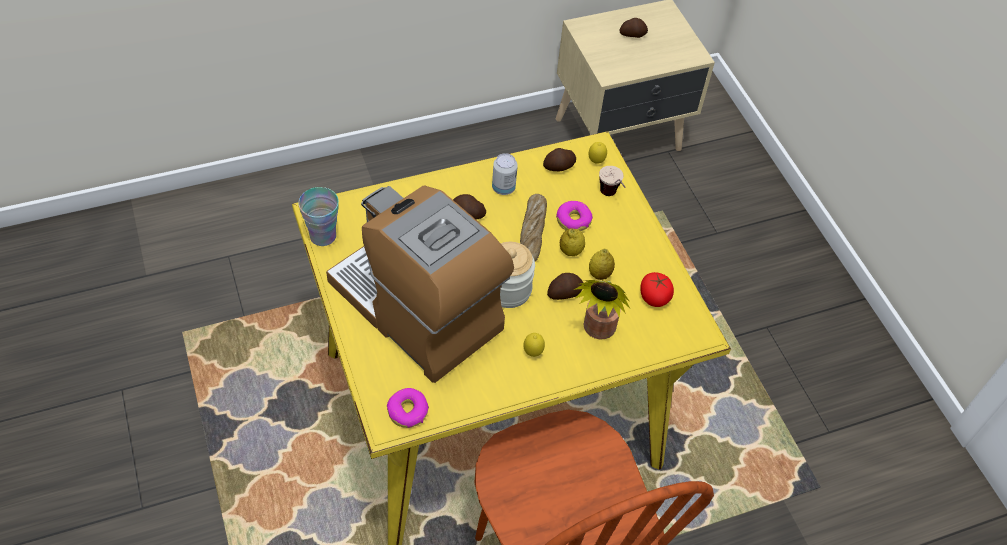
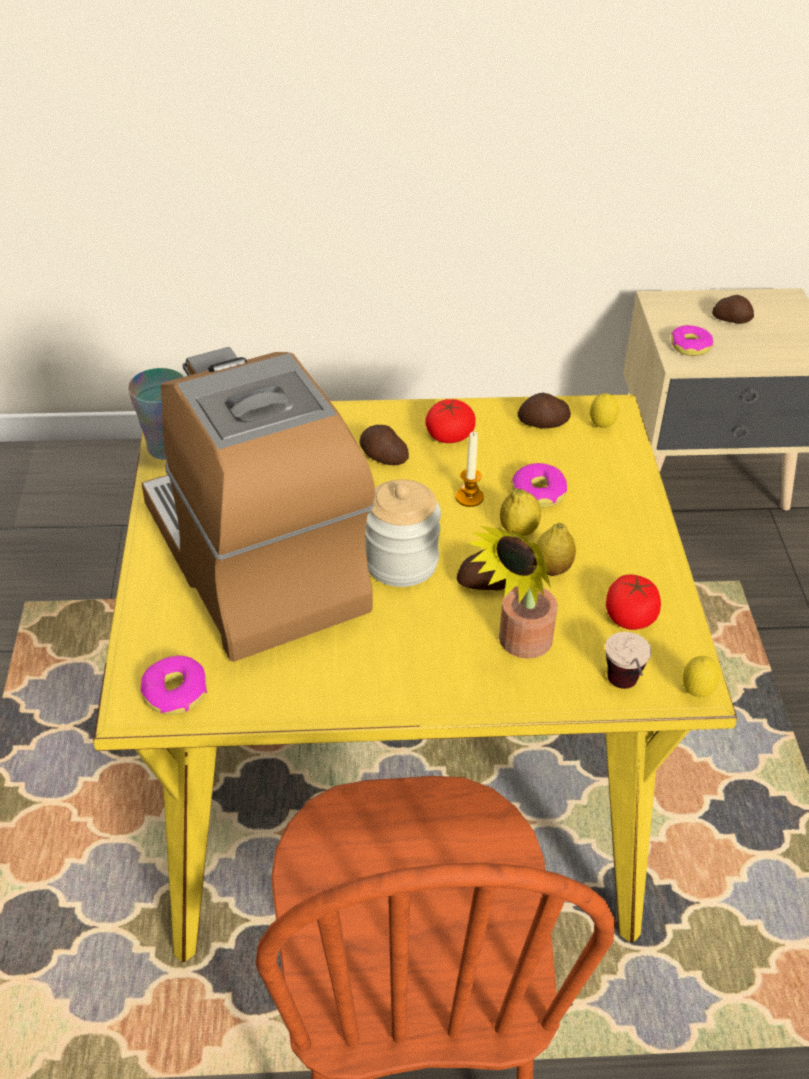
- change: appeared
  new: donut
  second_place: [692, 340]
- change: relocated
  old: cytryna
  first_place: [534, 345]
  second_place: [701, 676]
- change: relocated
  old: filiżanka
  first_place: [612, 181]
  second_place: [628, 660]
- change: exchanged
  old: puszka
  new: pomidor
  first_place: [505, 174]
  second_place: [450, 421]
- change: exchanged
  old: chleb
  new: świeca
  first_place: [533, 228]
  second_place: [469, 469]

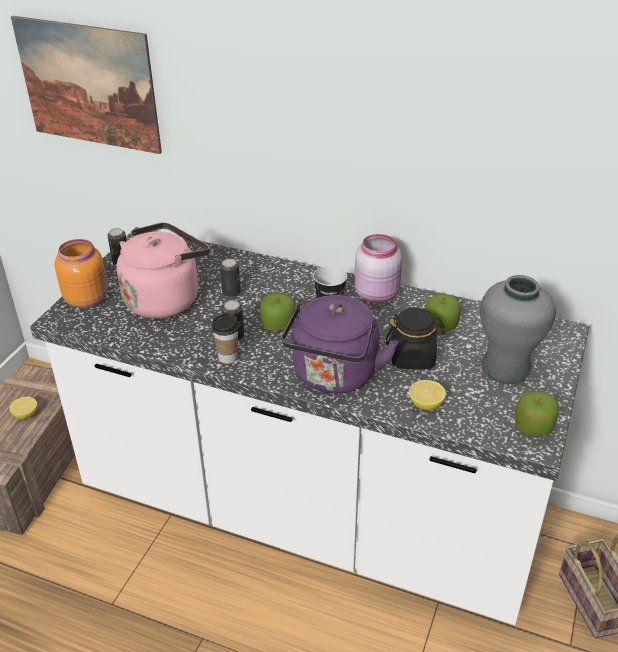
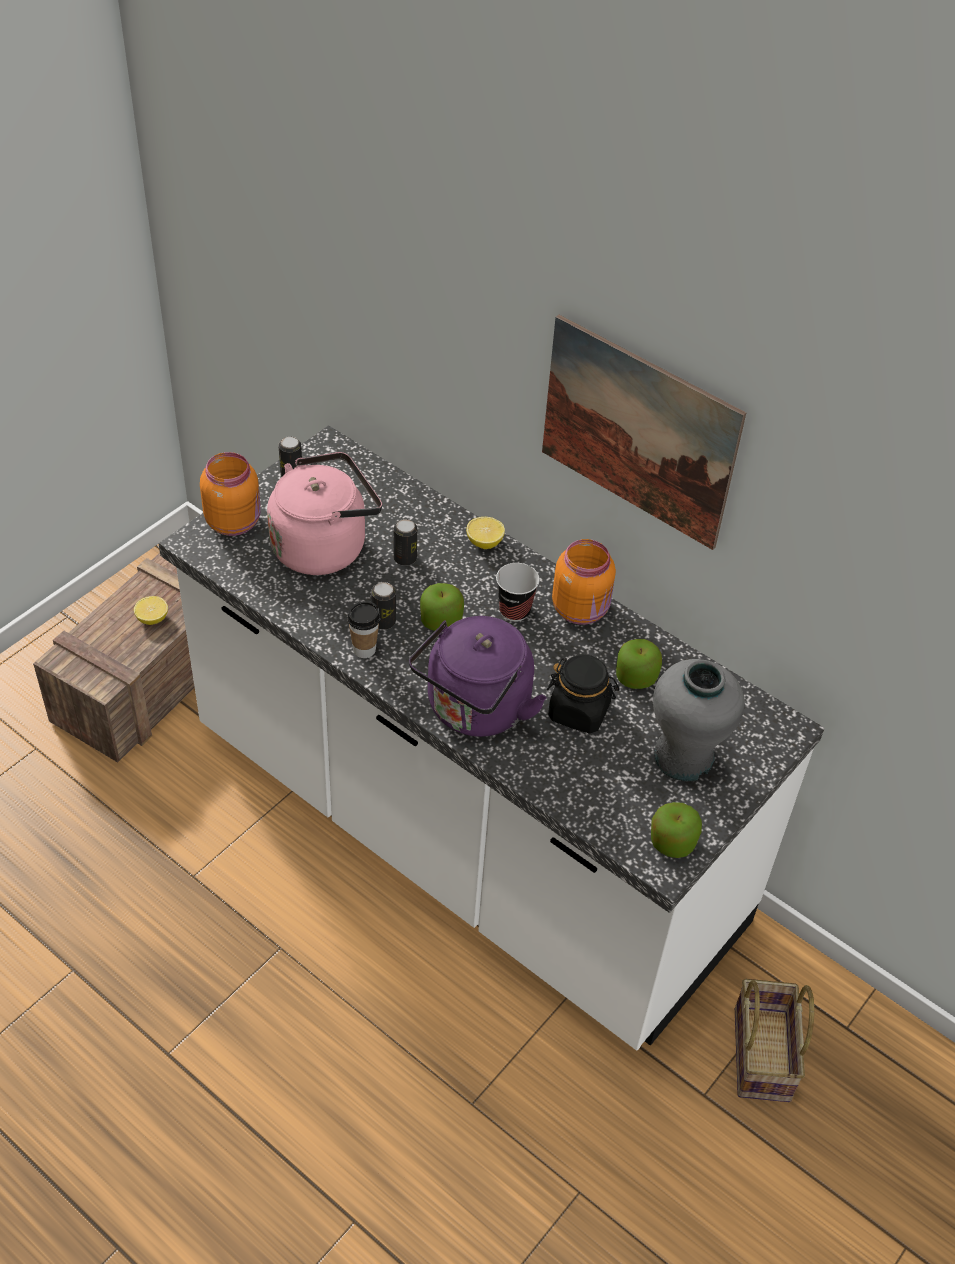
- change: relocated
  old: obraz
  first_place: [86, 85]
  second_place: [644, 432]
- change: relocated
  old: cytryna
  first_place: [427, 395]
  second_place: [485, 533]
- change: colour
  old: słoik (różowy)
  new: słoik (pomarańczowy)
  first_place: [378, 268]
  second_place: [584, 582]

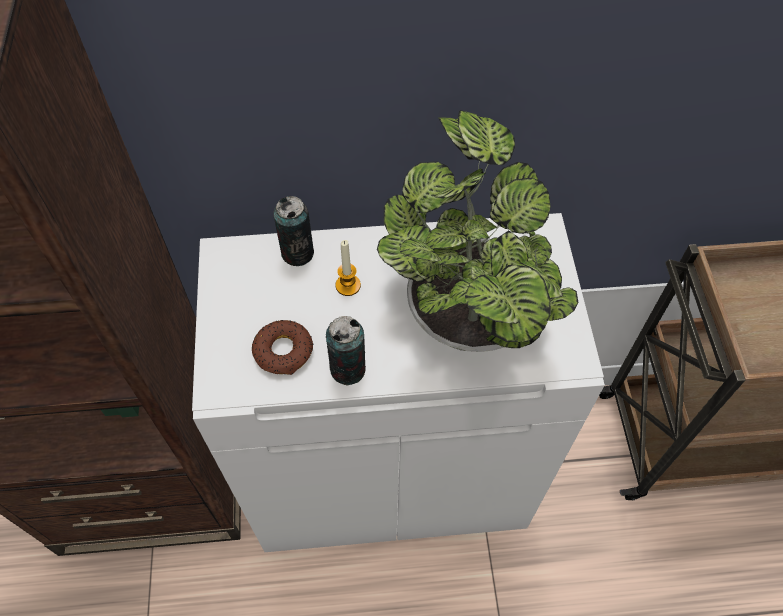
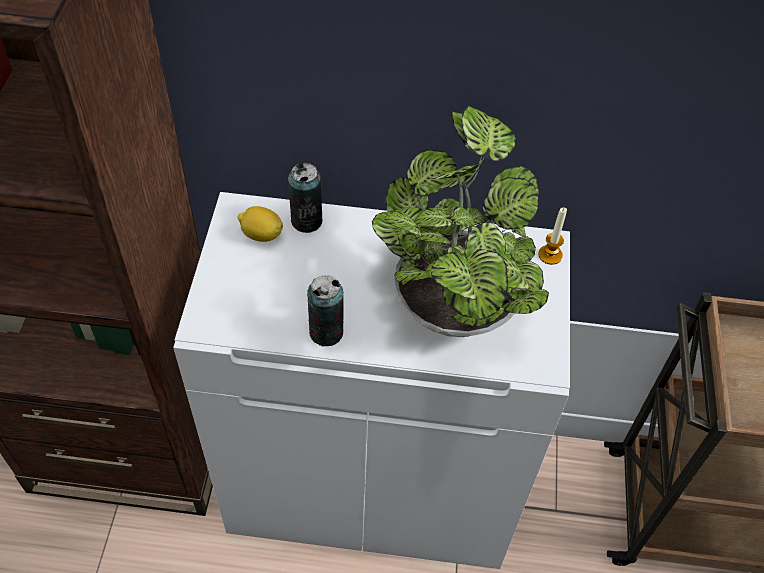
- change: missing
  old: donut
  first_place: [282, 347]
- change: appeared
  new: cytryna
  second_place: [260, 224]
- change: relocated
  old: świeca
  first_place: [348, 268]
  second_place: [552, 236]

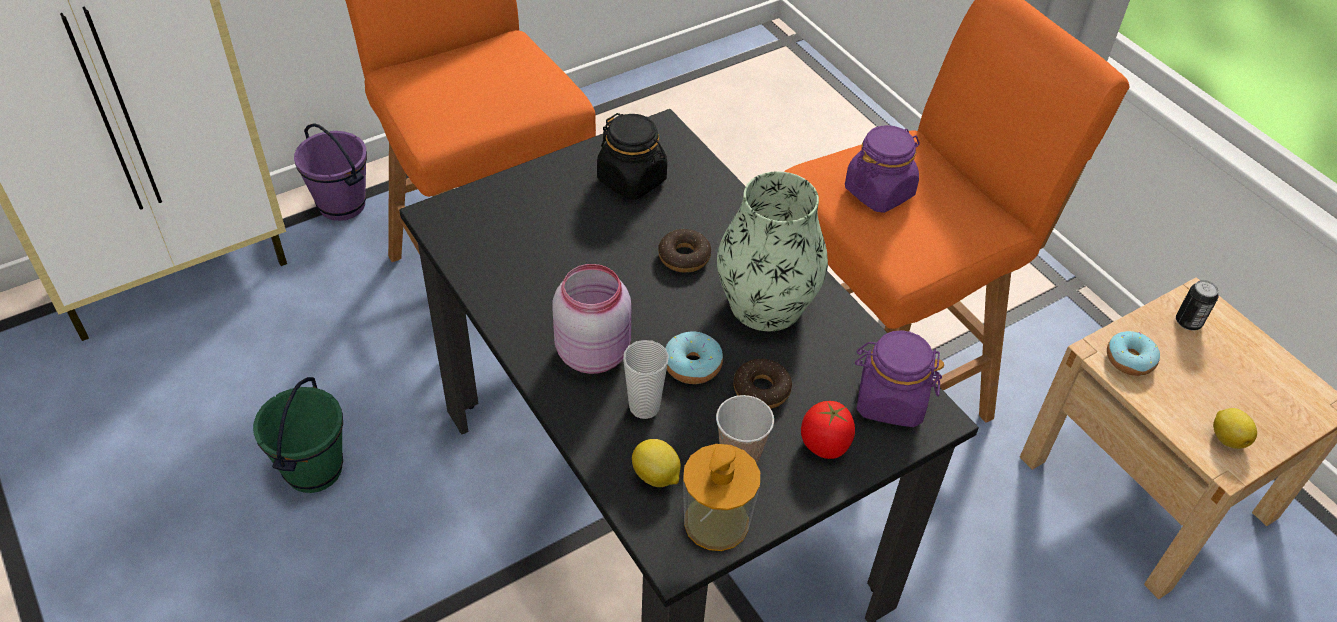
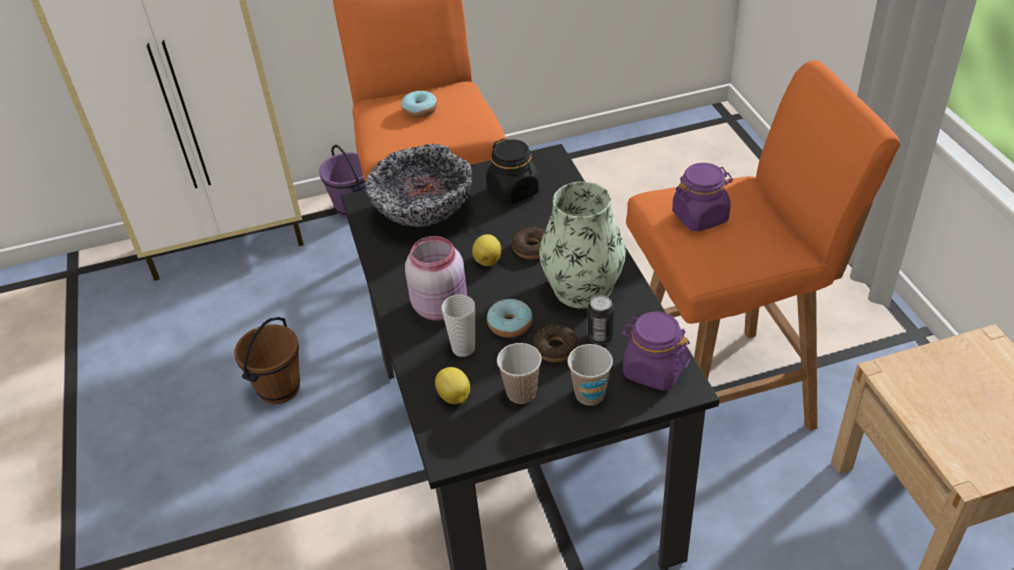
- change: missing
  old: dozownik mydła
  first_place: [721, 497]
- change: appeared
  new: miska
  second_place: [419, 185]
- change: relocated
  old: donut
  first_place: [1133, 353]
  second_place: [419, 104]
- change: relocated
  old: puszka
  first_place: [1197, 305]
  second_place: [601, 319]
- change: relocated
  old: cytryna
  first_place: [1235, 428]
  second_place: [486, 250]
- change: exchanged
  old: pomidor
  new: filiżanka
  first_place: [828, 430]
  second_place: [590, 374]
- change: colour
  old: wiadro (zielony)
  new: wiadro (brązowy)
  first_place: [298, 435]
  second_place: [267, 360]

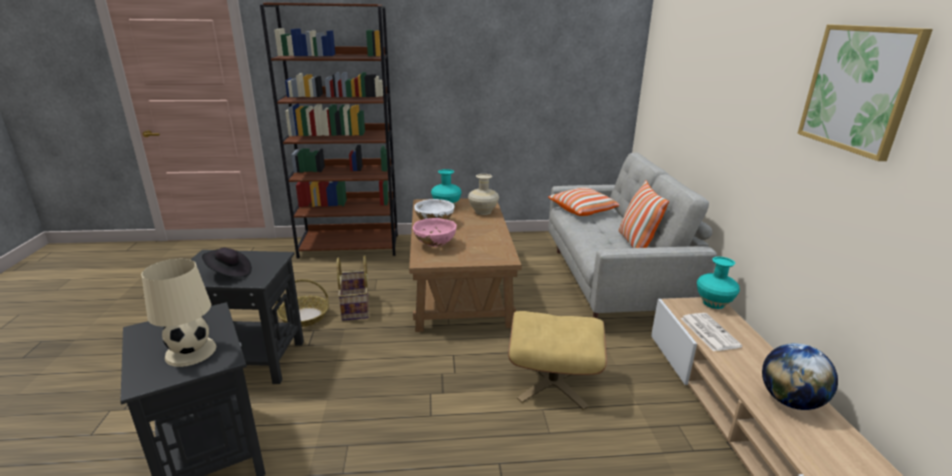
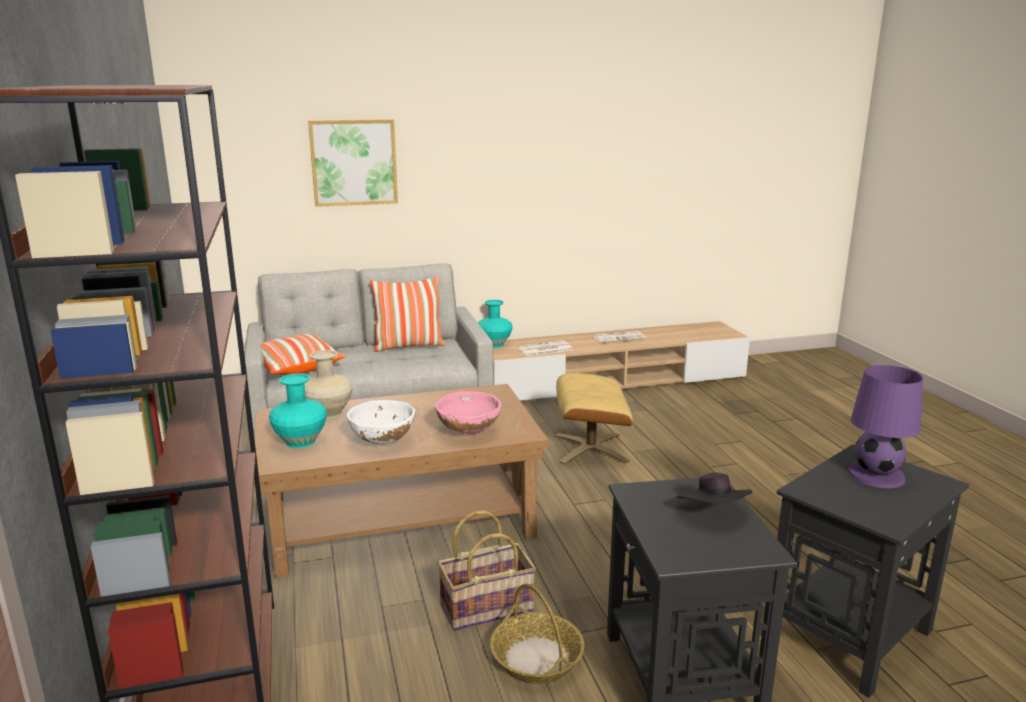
- change: relocated
  old: obraz
  first_place: [865, 93]
  second_place: [353, 163]
- change: exchanged
  old: globus
  new: gazeta
  first_place: [800, 376]
  second_place: [619, 337]
- change: colour
  old: lampa stołowa (beżowy)
  new: lampa stołowa (fioletowy)
  first_place: [178, 312]
  second_place: [885, 426]

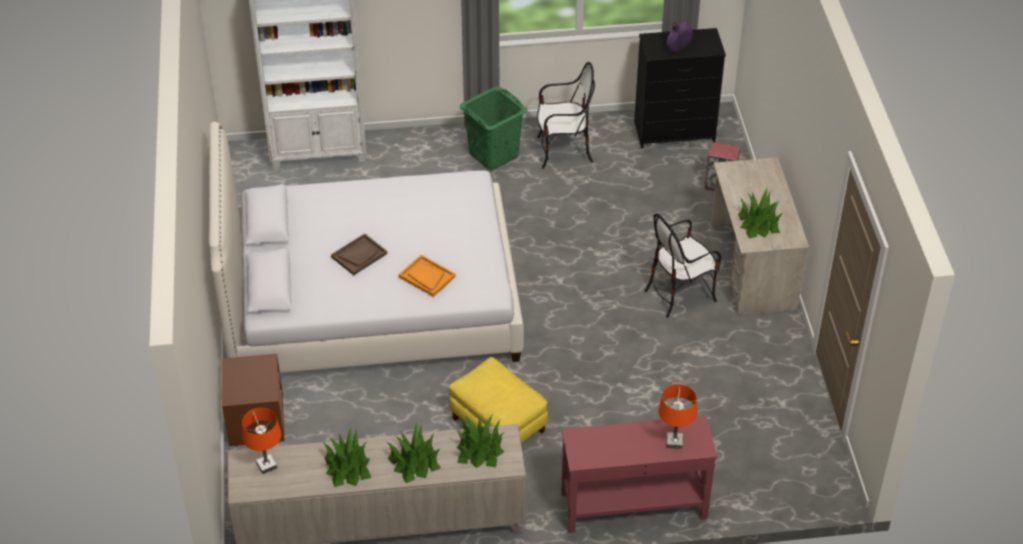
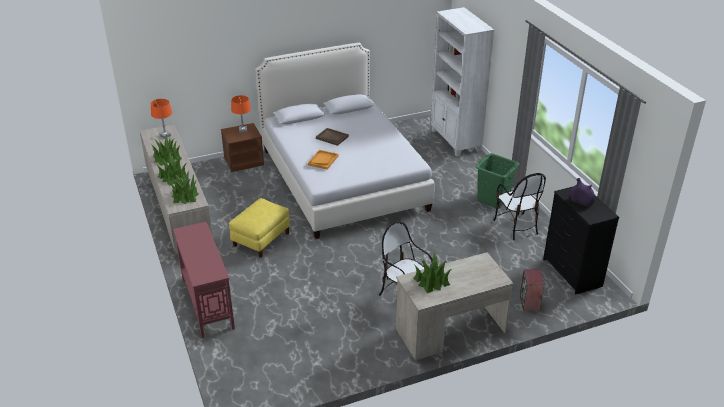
- change: relocated
  old: lampa stołowa (pomarańczowy)
  first_place: [677, 416]
  second_place: [241, 114]

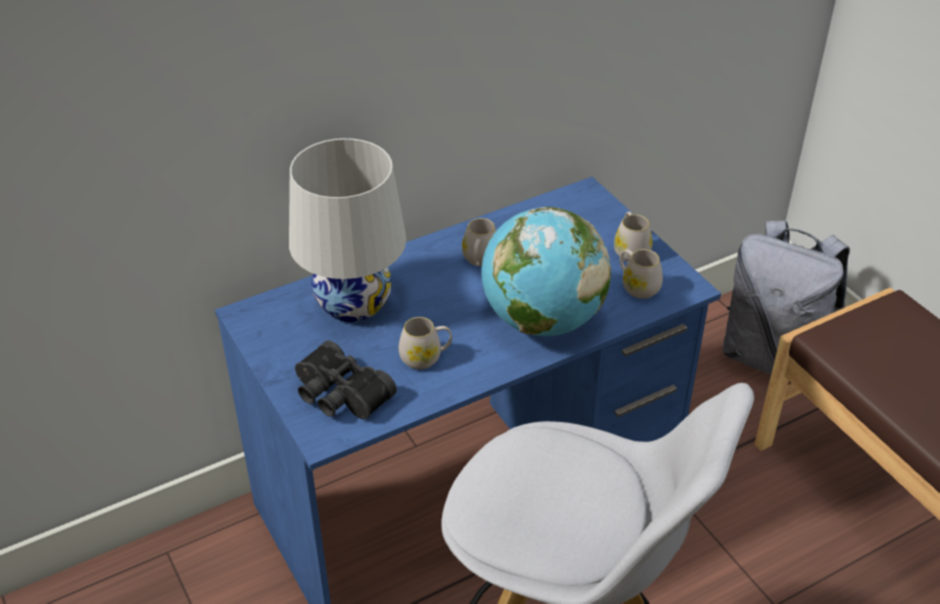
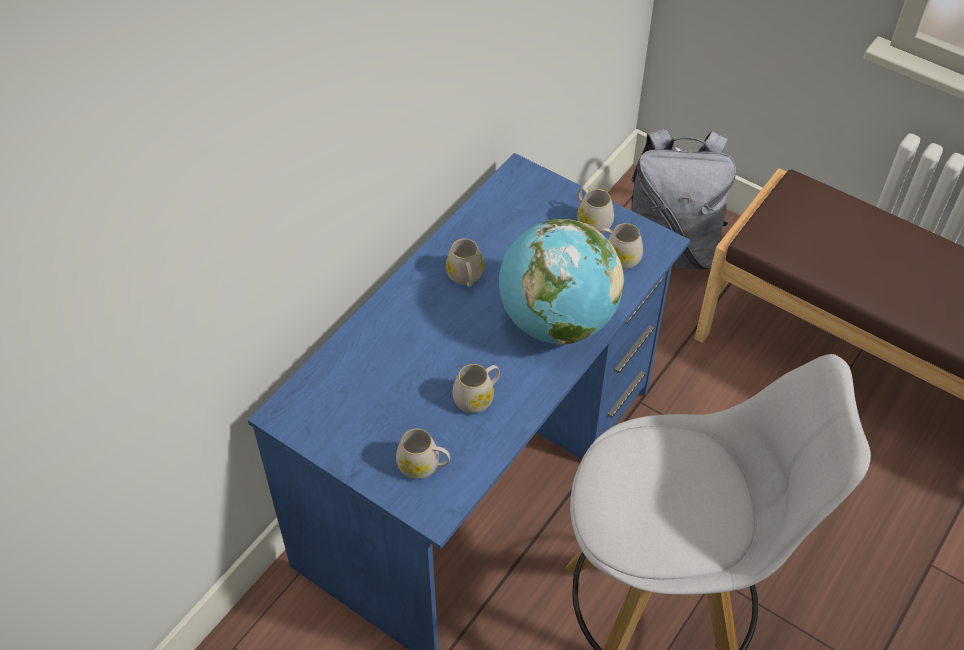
- change: missing
  old: lampa stołowa (biały)
  first_place: [347, 230]
- change: exchanged
  old: lornetka (czarny)
  new: kubek (biały)
  first_place: [346, 380]
  second_place: [423, 454]

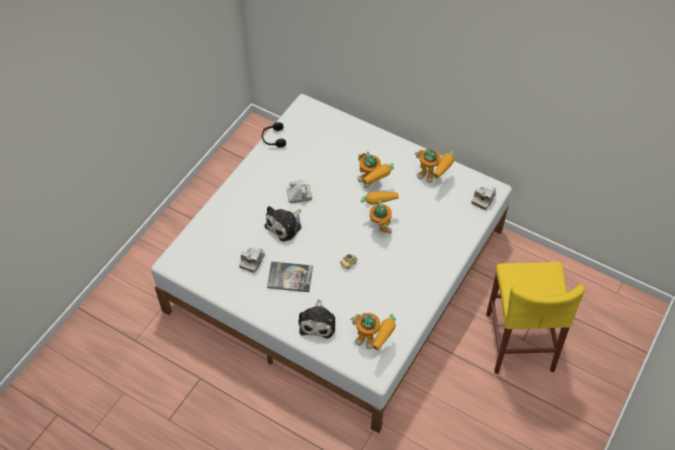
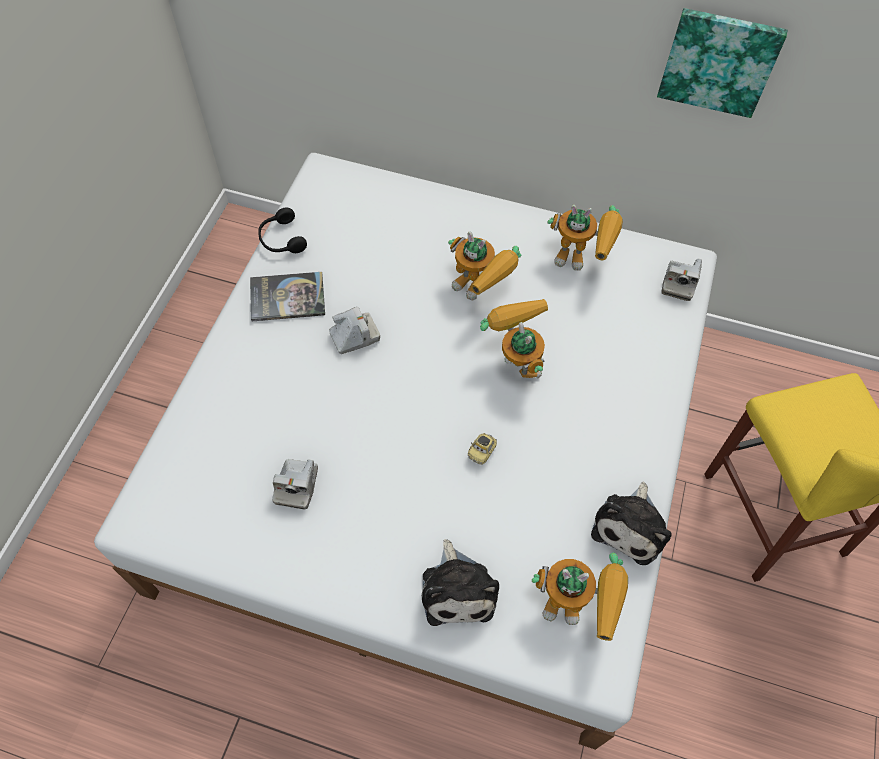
- change: appeared
  new: obraz
  second_place: [722, 63]
- change: relocated
  old: pluszak
  first_place: [282, 224]
  second_place: [631, 523]
- change: relocated
  old: książka
  first_place: [290, 276]
  second_place: [287, 296]

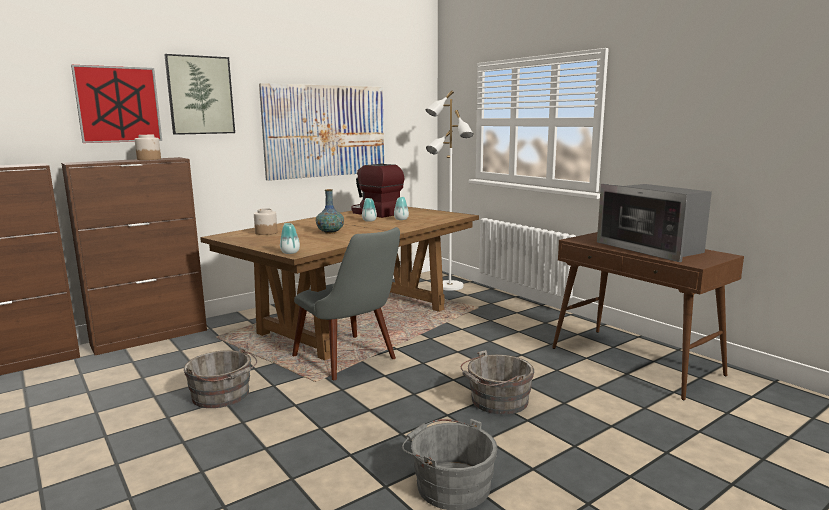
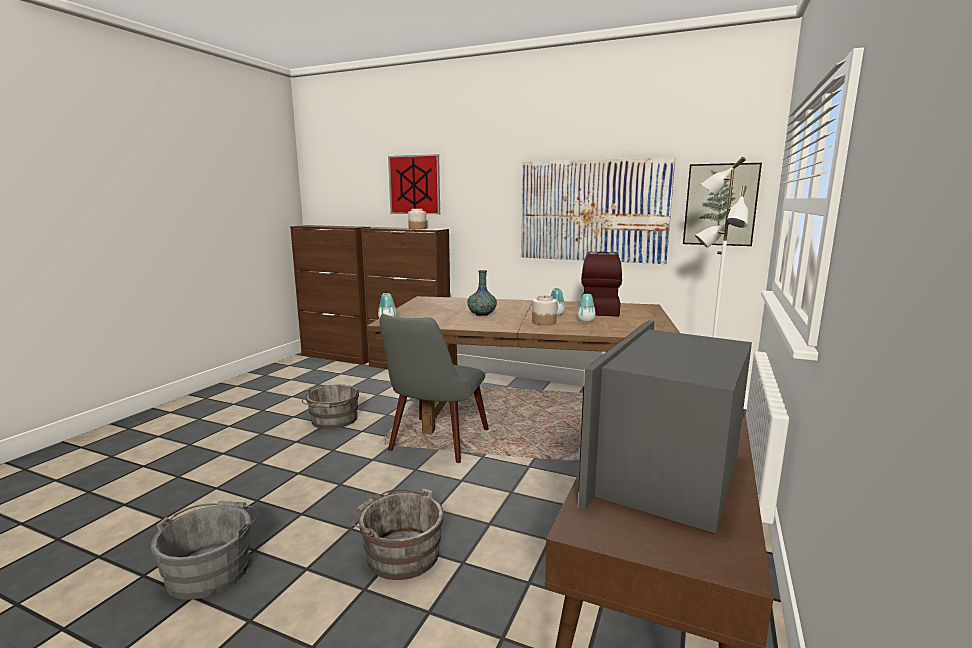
- change: relocated
  old: obraz
  first_place: [199, 94]
  second_place: [722, 204]
- change: relocated
  old: słoik
  first_place: [265, 221]
  second_place: [544, 310]

